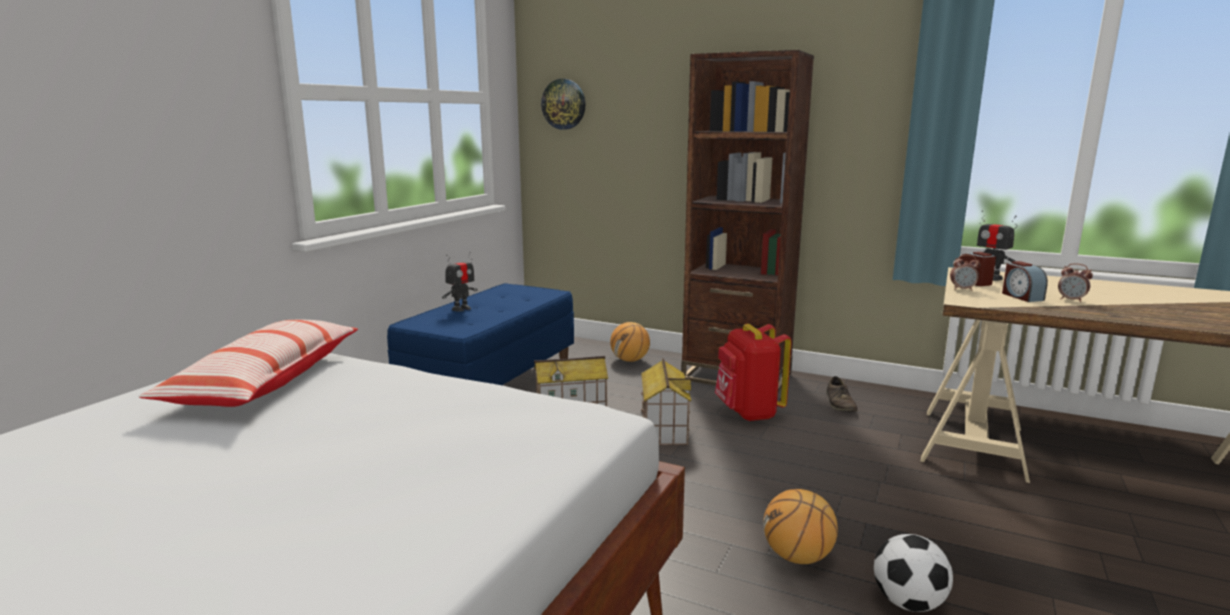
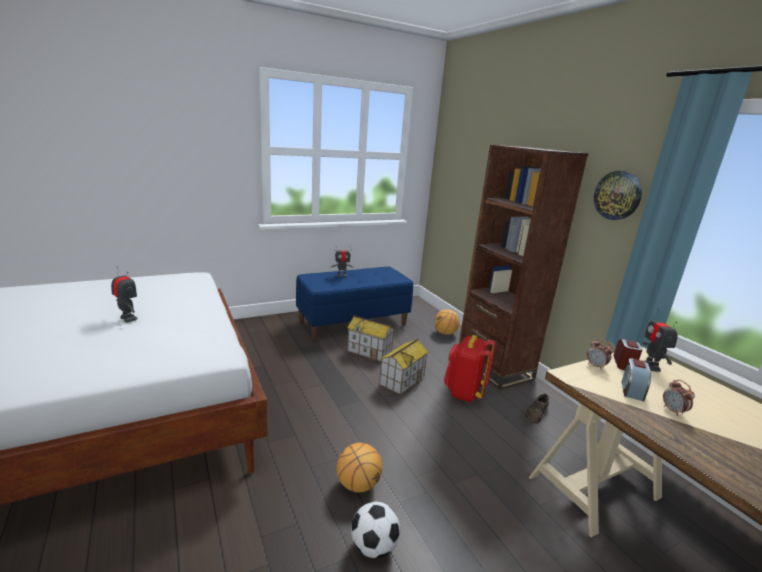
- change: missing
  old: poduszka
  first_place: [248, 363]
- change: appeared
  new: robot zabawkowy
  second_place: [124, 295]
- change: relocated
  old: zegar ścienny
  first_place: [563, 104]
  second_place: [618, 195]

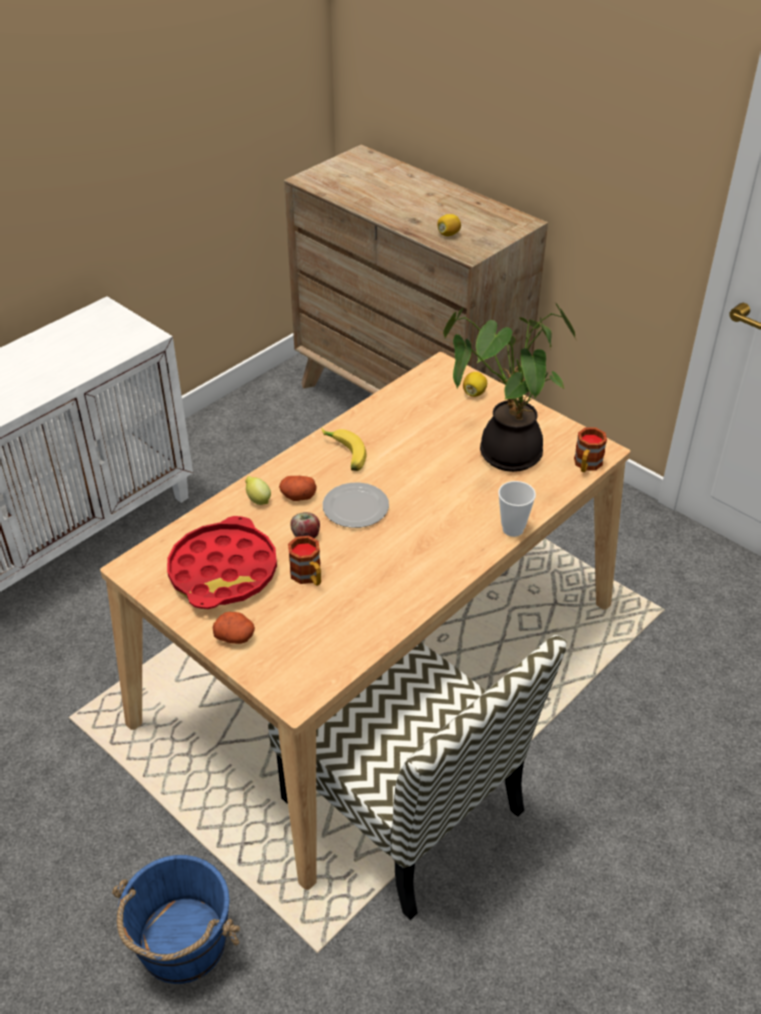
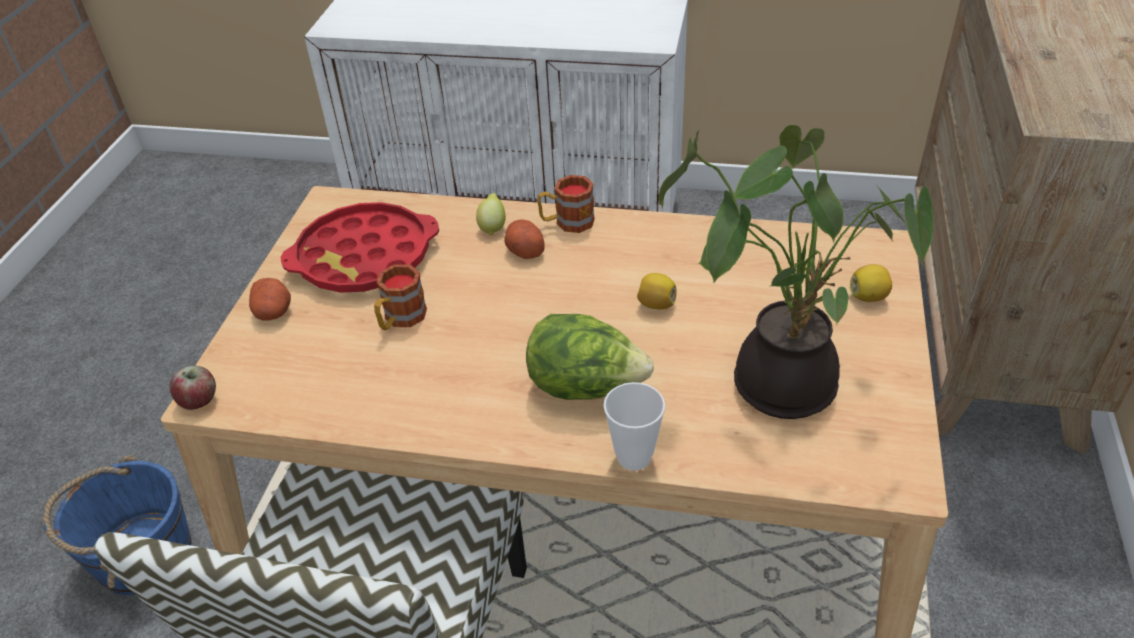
- change: missing
  old: banan
  first_place: [344, 449]
- change: missing
  old: talerz
  first_place: [356, 505]
- change: appeared
  new: sałata
  second_place: [590, 357]
- change: relocated
  old: jabłko
  first_place: [305, 525]
  second_place: [193, 387]
- change: relocated
  old: cytryna
  first_place: [449, 225]
  second_place: [656, 291]
- change: relocated
  old: kubek
  first_place: [590, 450]
  second_place: [566, 204]

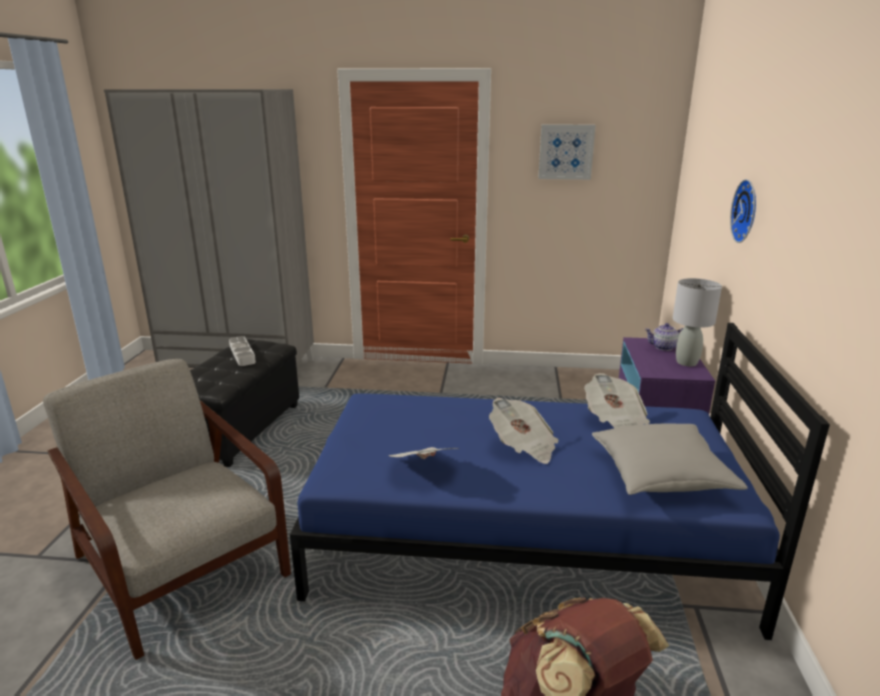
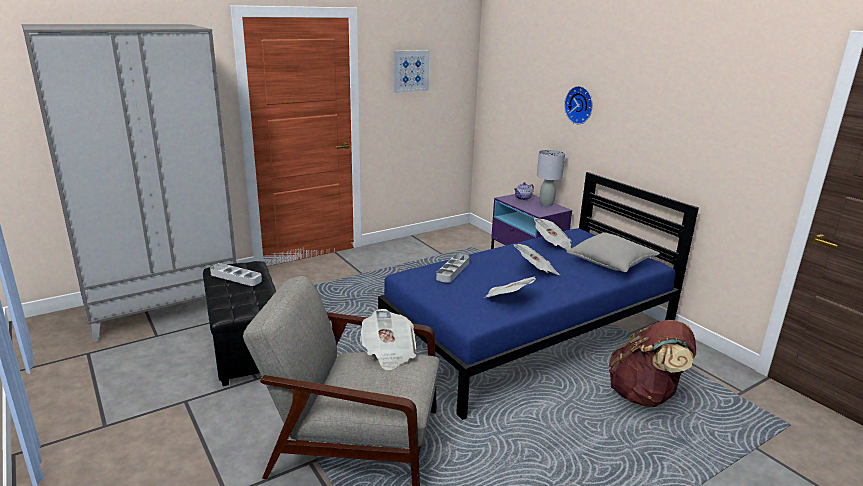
- change: appeared
  new: gazeta
  second_place: [388, 339]
- change: appeared
  new: taca (szary)
  second_place: [452, 268]

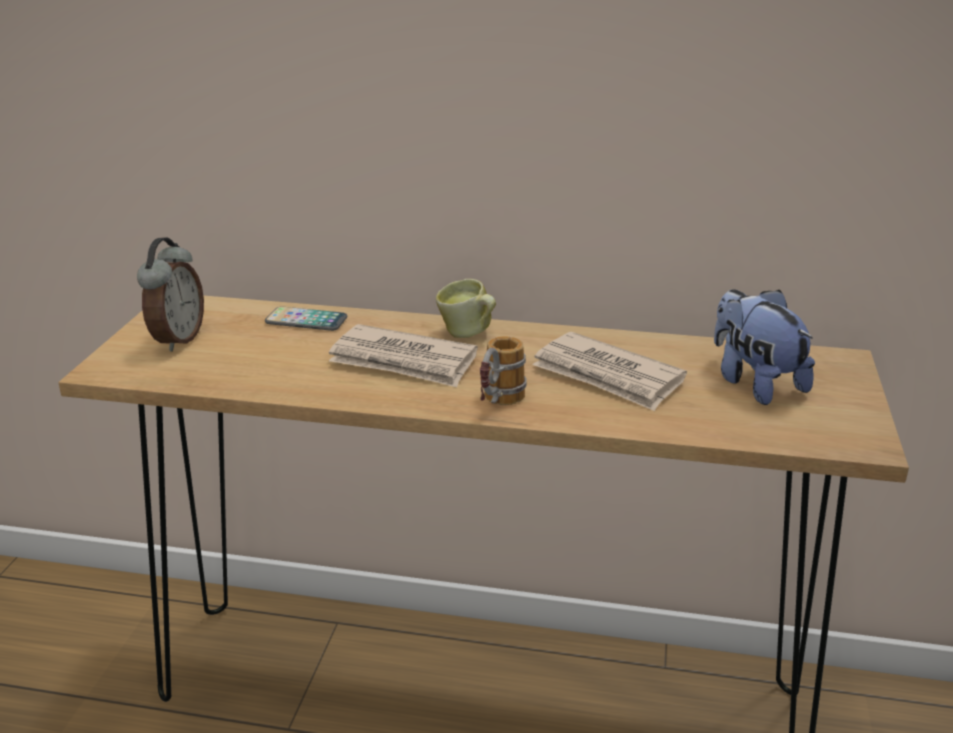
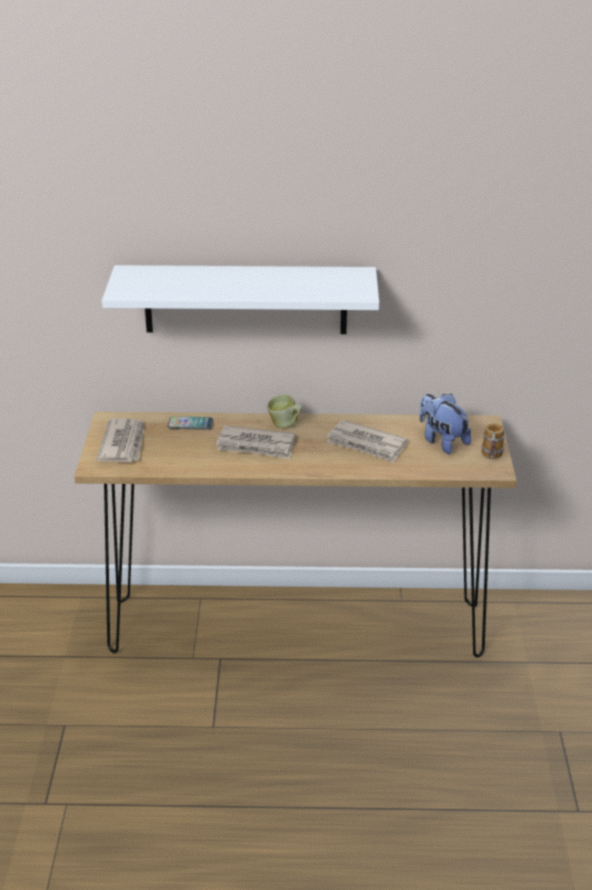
- change: appeared
  new: półka (biały)
  second_place: [240, 299]
- change: relocated
  old: kubek
  first_place: [503, 370]
  second_place: [493, 441]
- change: exchanged
  old: budzik
  new: gazeta
  first_place: [170, 295]
  second_place: [120, 440]

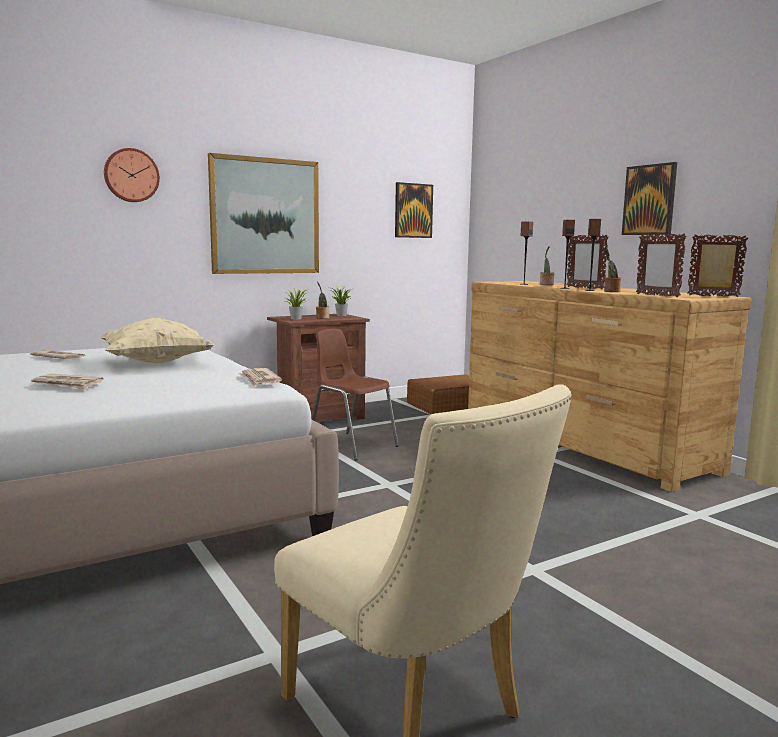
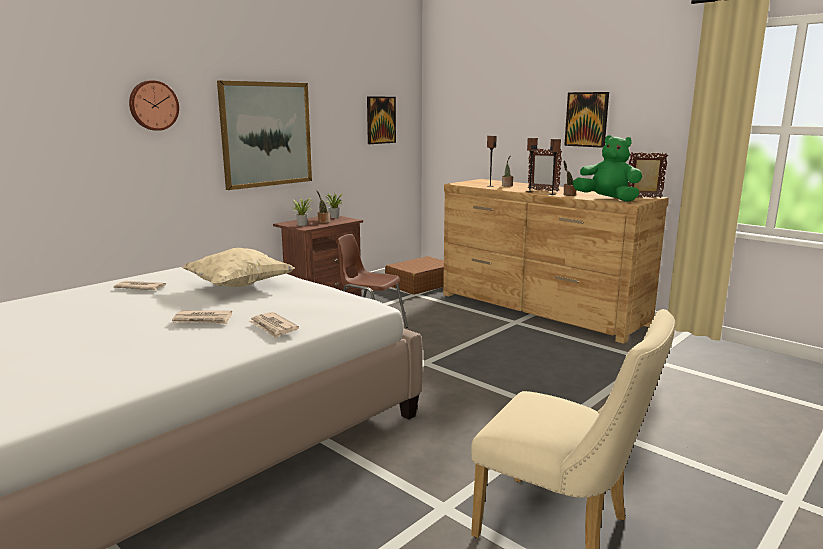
- change: relocated
  old: gazeta
  first_place: [260, 377]
  second_place: [273, 325]
- change: exchanged
  old: ramka na zdjęcie
  new: pluszak (zielony)
  first_place: [661, 265]
  second_place: [608, 168]

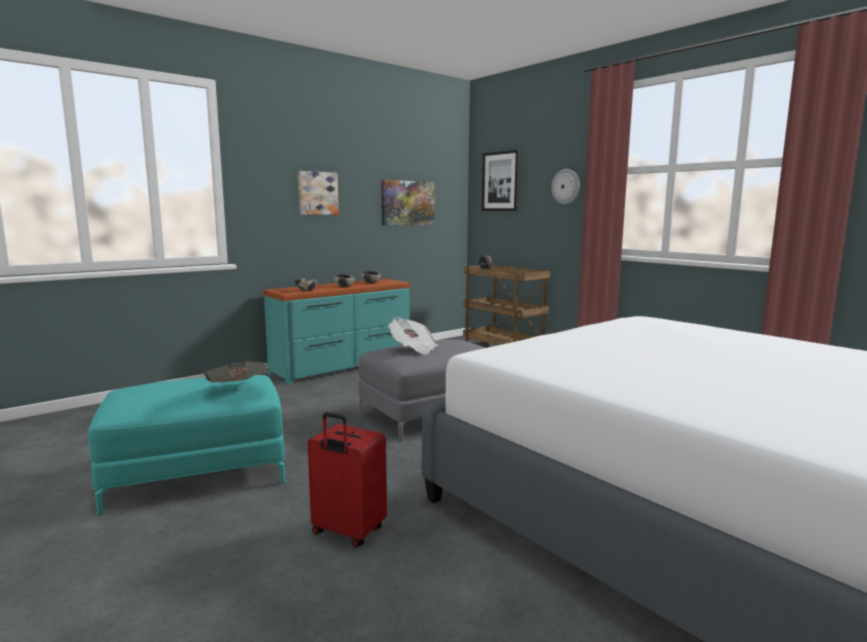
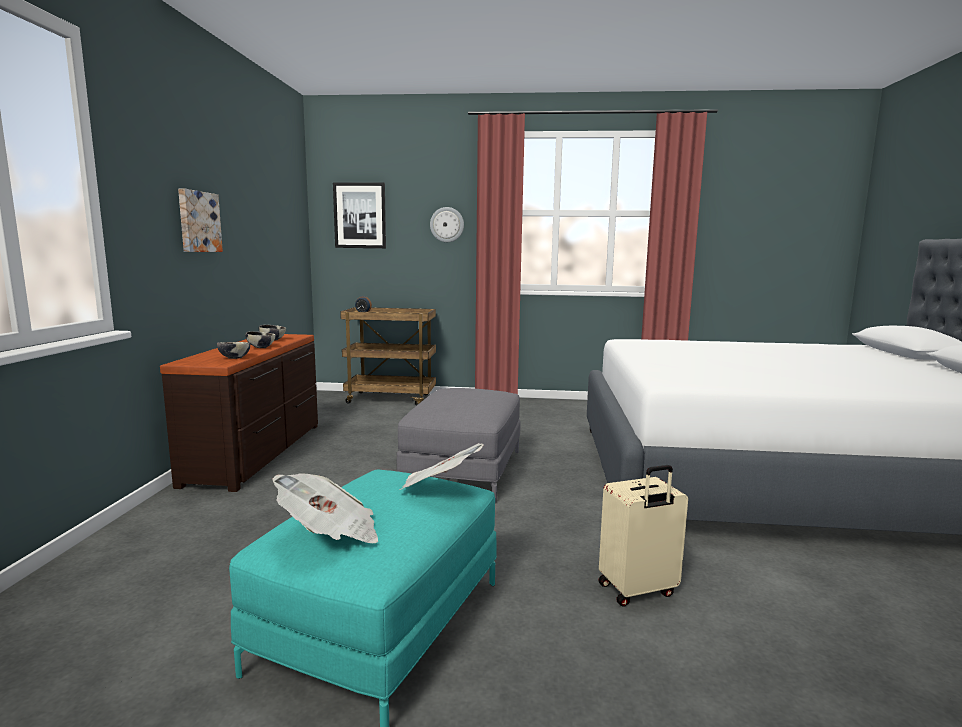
- change: missing
  old: obraz
  first_place: [408, 202]
- change: relocated
  old: gazeta
  first_place: [413, 335]
  second_place: [325, 508]
- change: colour
  old: komoda (turkusowy)
  new: komoda (brązowy)
  first_place: [336, 331]
  second_place: [239, 413]
- change: colour
  old: walizka (czerwony)
  new: walizka (beżowy)
  first_place: [347, 479]
  second_place: [643, 536]

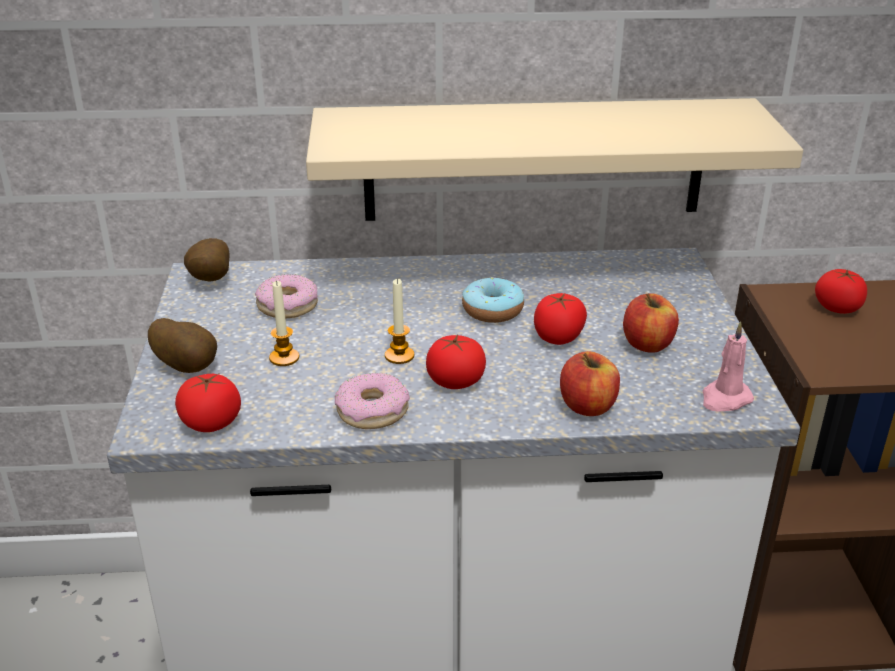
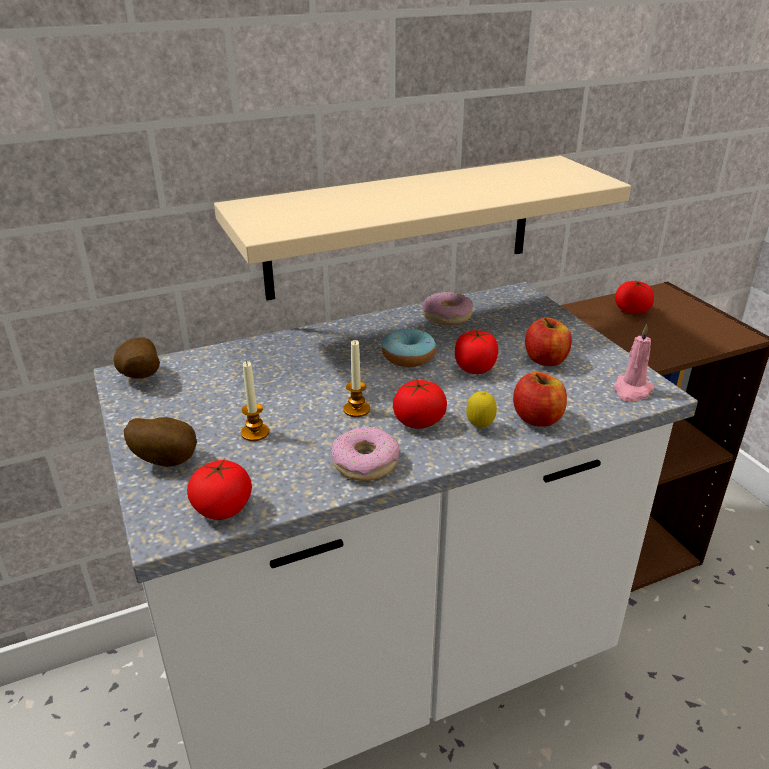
- change: appeared
  new: cytryna
  second_place: [481, 409]
- change: relocated
  old: donut
  first_place: [286, 296]
  second_place: [448, 308]

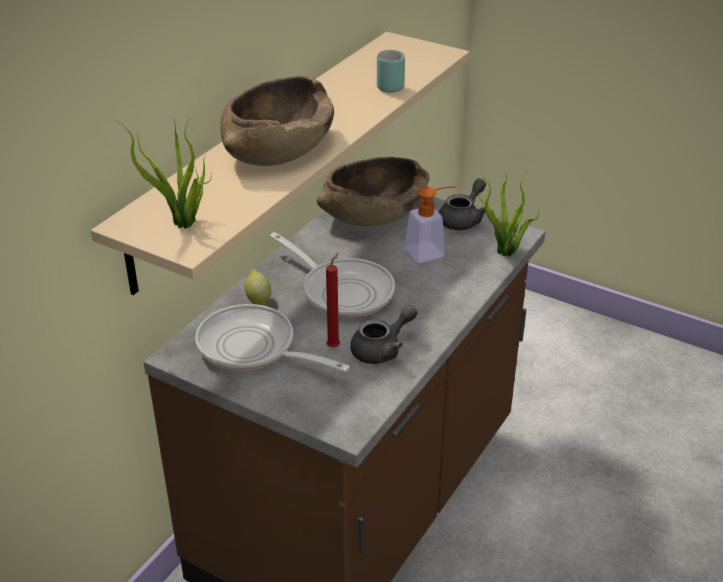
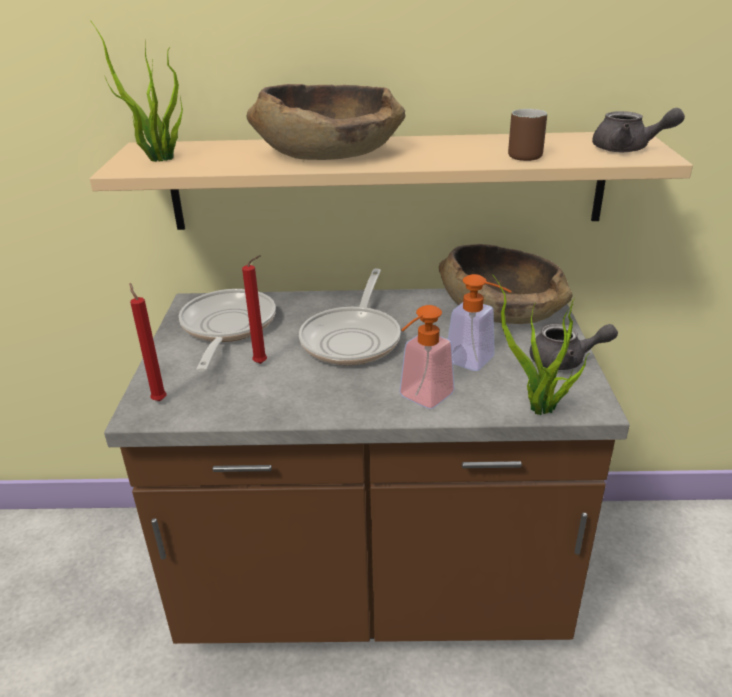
- change: missing
  old: cytryna
  first_place: [258, 287]
- change: appeared
  new: świeca (czerwony)
  second_place: [148, 342]
- change: appeared
  new: dozownik mydła
  second_place: [427, 357]
- change: relocated
  old: imbryk (szary)
  first_place: [383, 334]
  second_place: [638, 130]
- change: colour
  old: kubek (turkusowy)
  new: kubek (brązowy)
  first_place: [391, 71]
  second_place: [527, 135]

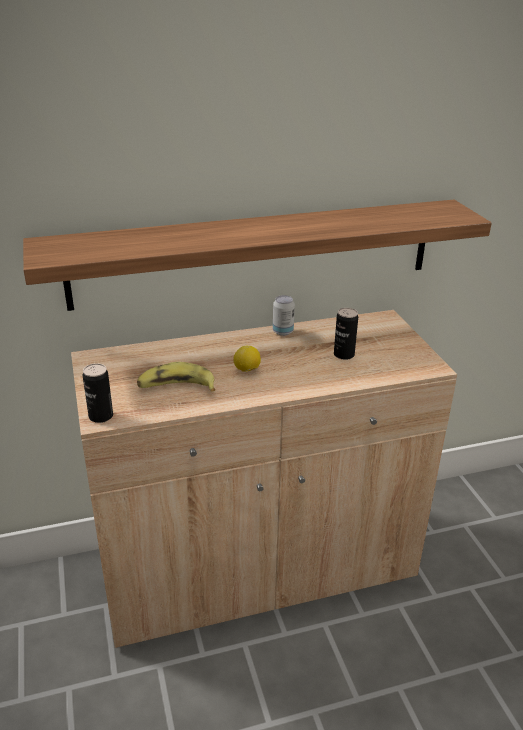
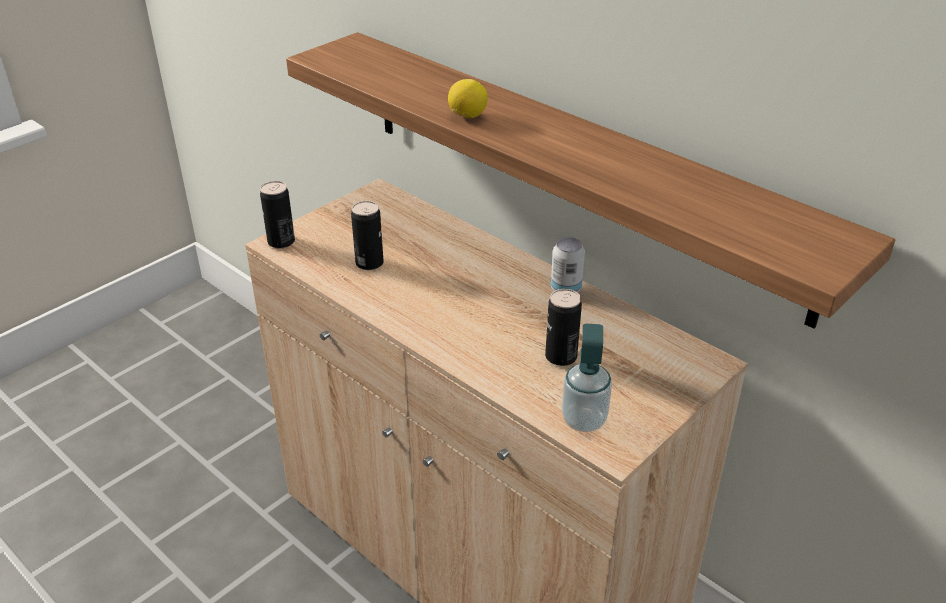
- change: appeared
  new: dozownik mydła
  second_place: [587, 378]
- change: relocated
  old: cytryna
  first_place: [247, 359]
  second_place: [468, 98]
- change: exchanged
  old: banan
  new: puszka
  first_place: [176, 377]
  second_place: [367, 235]

